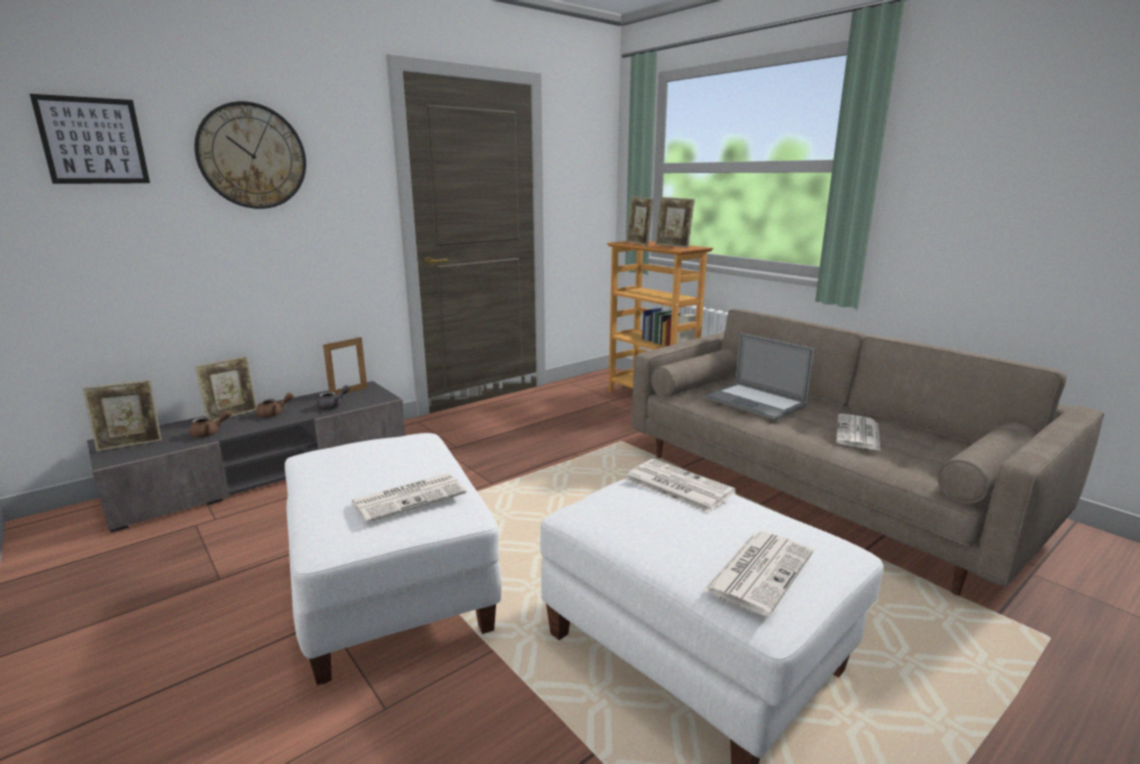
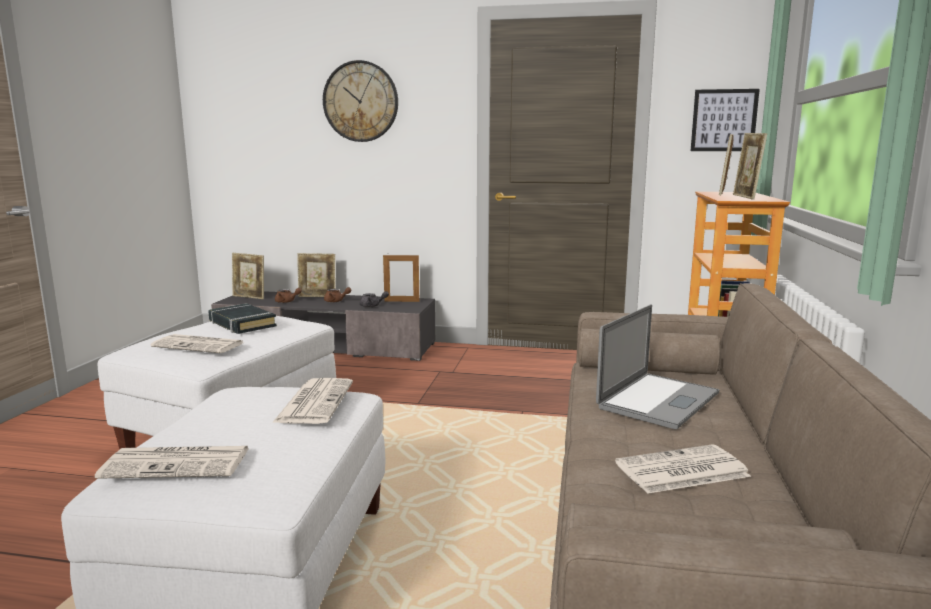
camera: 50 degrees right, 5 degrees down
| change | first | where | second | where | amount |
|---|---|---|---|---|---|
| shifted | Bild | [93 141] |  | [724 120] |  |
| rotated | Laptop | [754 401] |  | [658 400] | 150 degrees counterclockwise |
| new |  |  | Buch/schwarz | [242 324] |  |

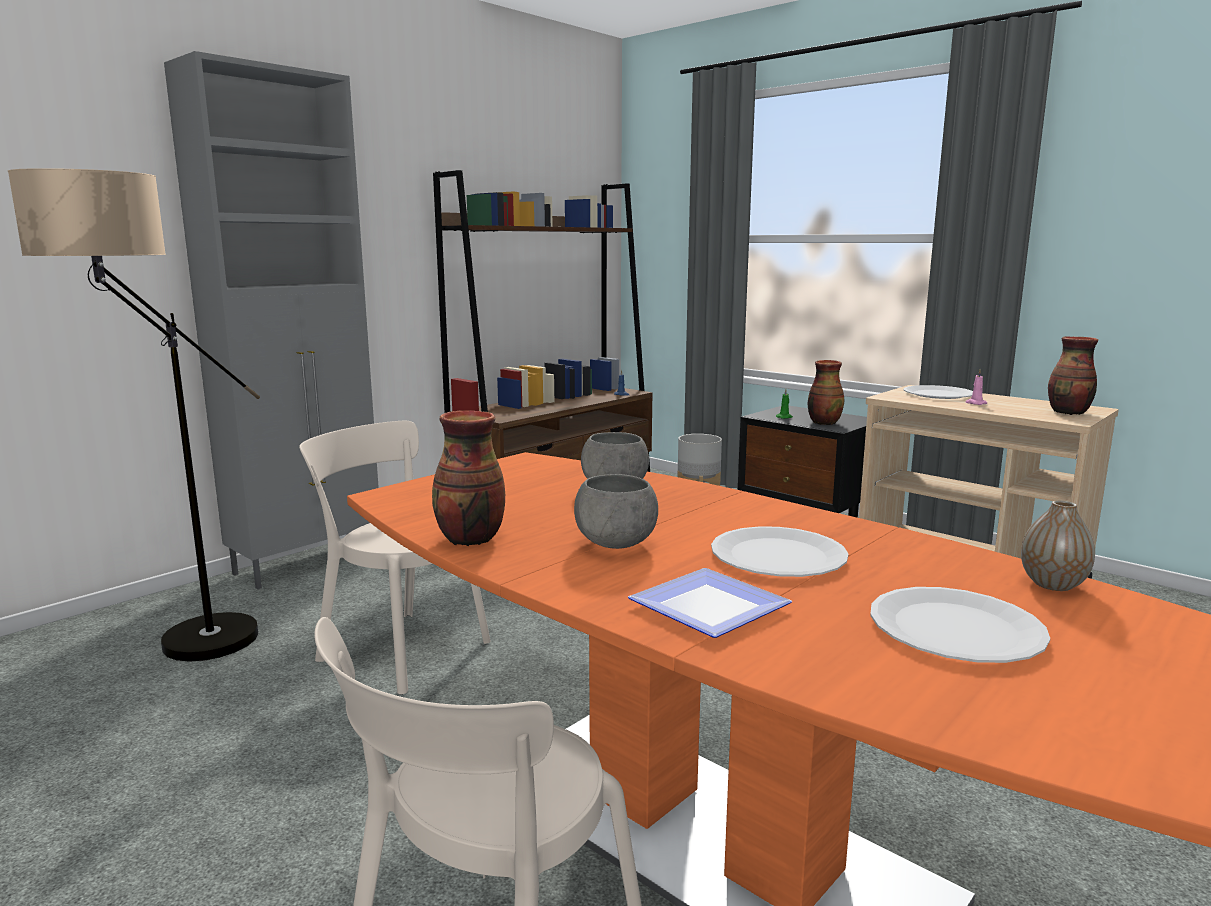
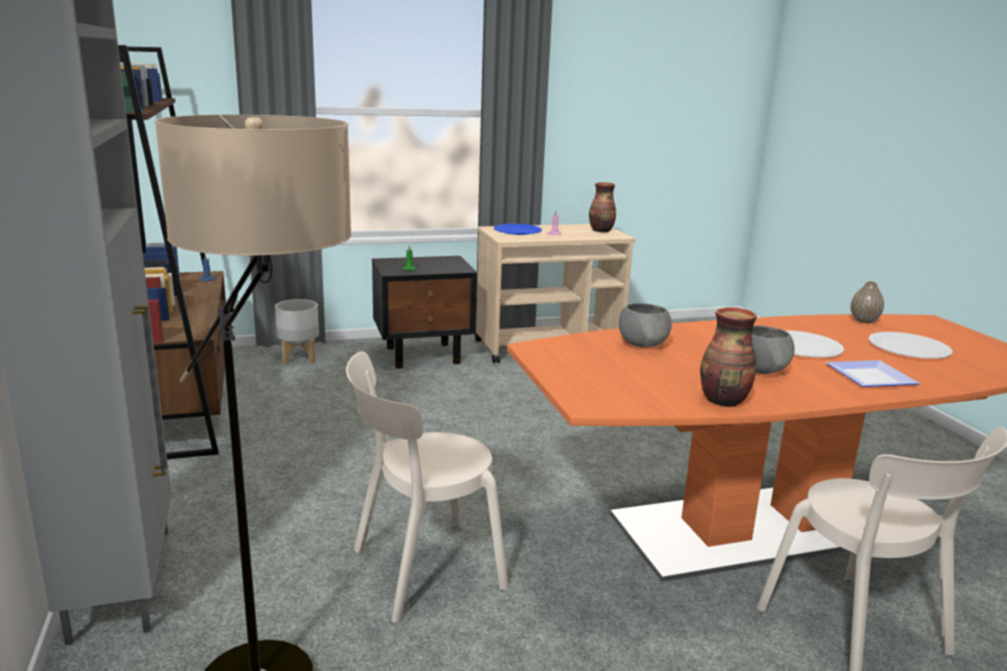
camera: 60 degrees left, 5 degrees up
| change | first | where | second | where | amount |
|---|---|---|---|---|---|
| gone | Vase | [823 423] |  |  |  |
| repainted | Teller/weiß | [938 394] | Teller/blau | [517 231] |  |

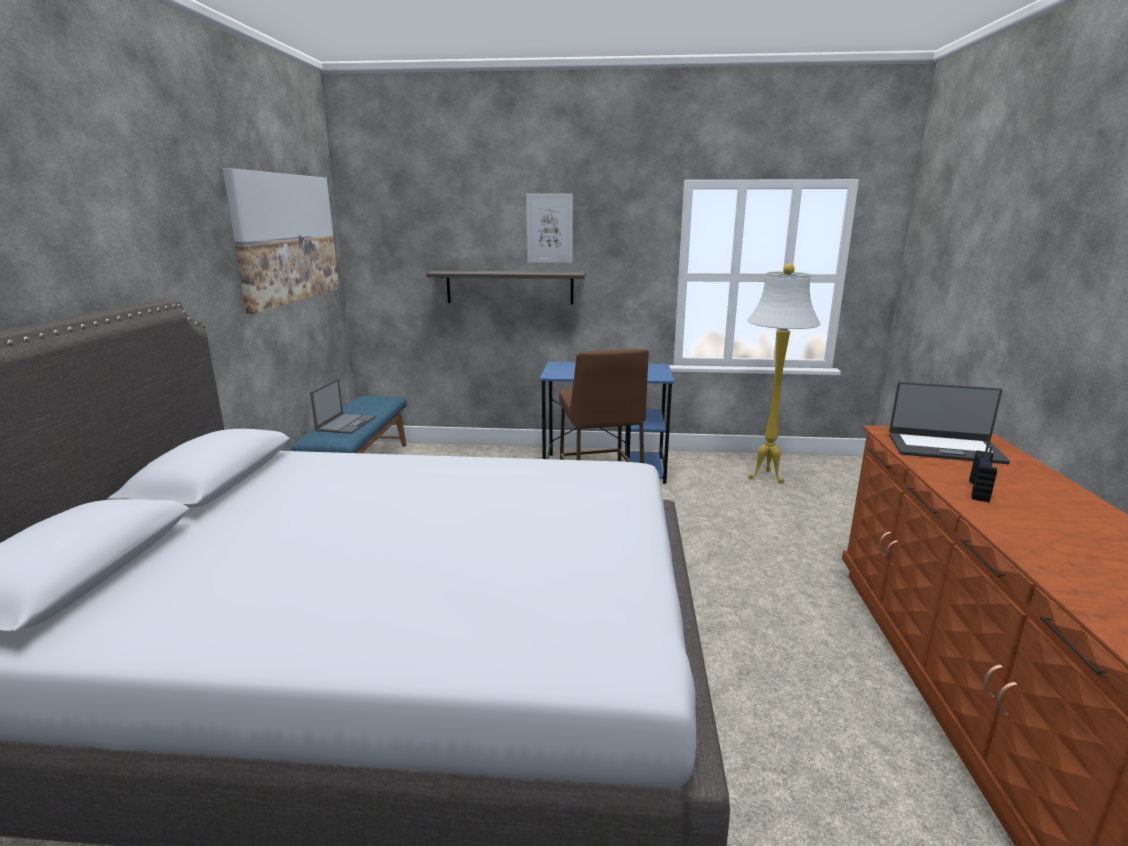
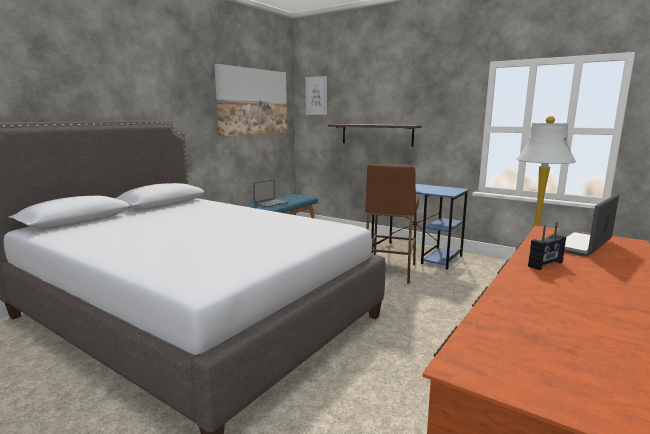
camera: 30 degrees right, 5 degrees down
| change | first | where | second | where | amount |
|---|---|---|---|---|---|
| shifted | Bild | [549 228] |  | [316 95] |  |
| rotated | Laptop | [944 448] |  | [575 243] | 90 degrees clockwise |

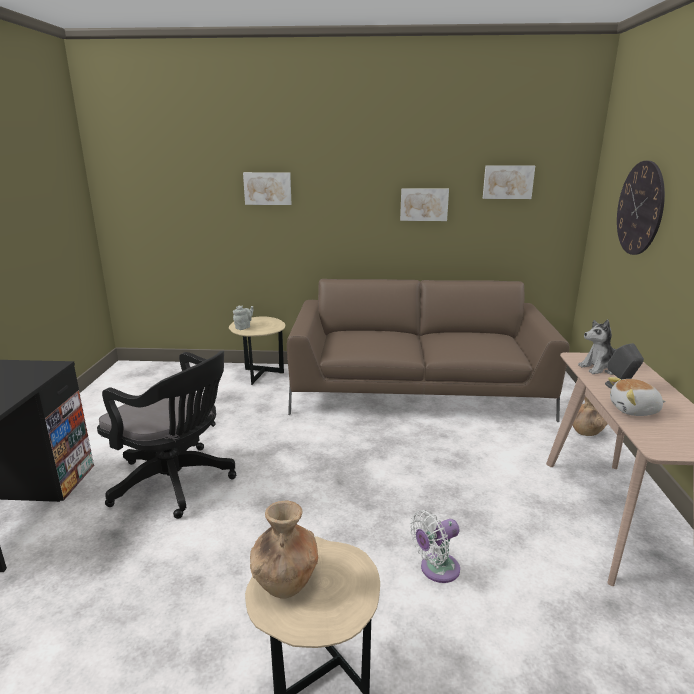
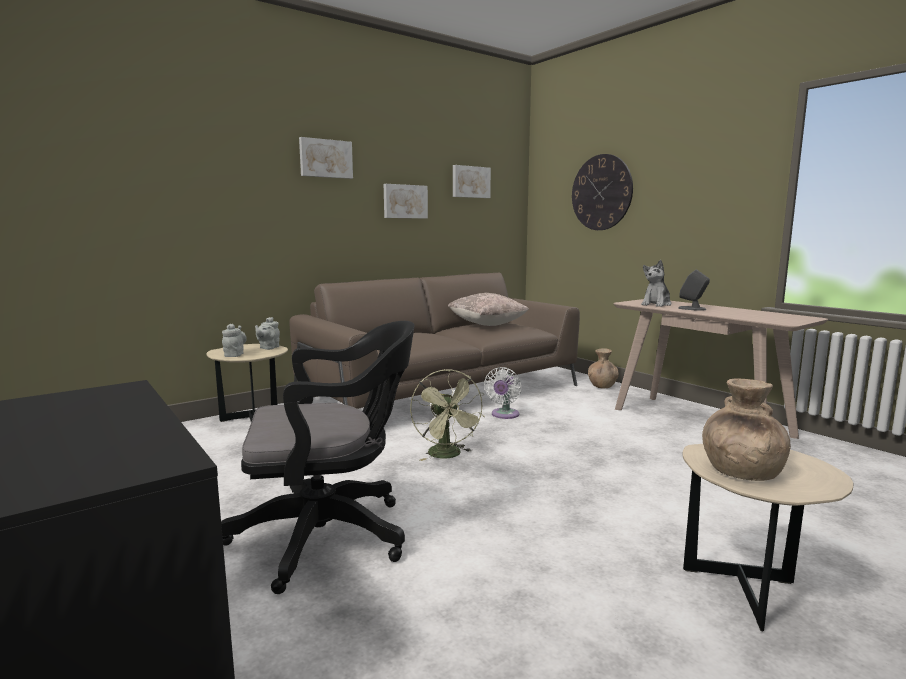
camera: 40 degrees left, 10 degrees down
| change | first | where | second | where | amount |
|---|---|---|---|---|---|
| shifted | Bild | [267 188] |  | [325 158] |  |
| gone | Plüschtier | [634 410] |  |  |  |
| shifted | Ventilator/weiß | [436 569] |  | [504 415] |  |
| new |  |  | Kissen/beige | [487 325] |  |
| new |  |  | Teekanne/grau | [268 348] |  |
| new |  |  | Ventilator/grün | [448 455] |  |

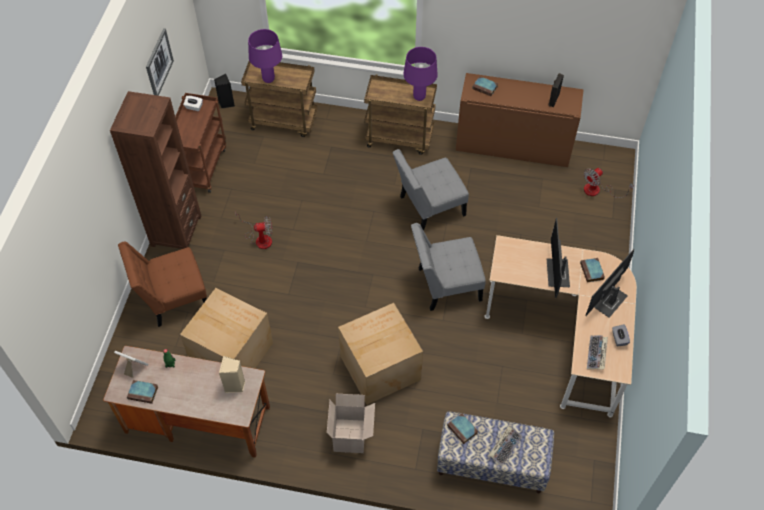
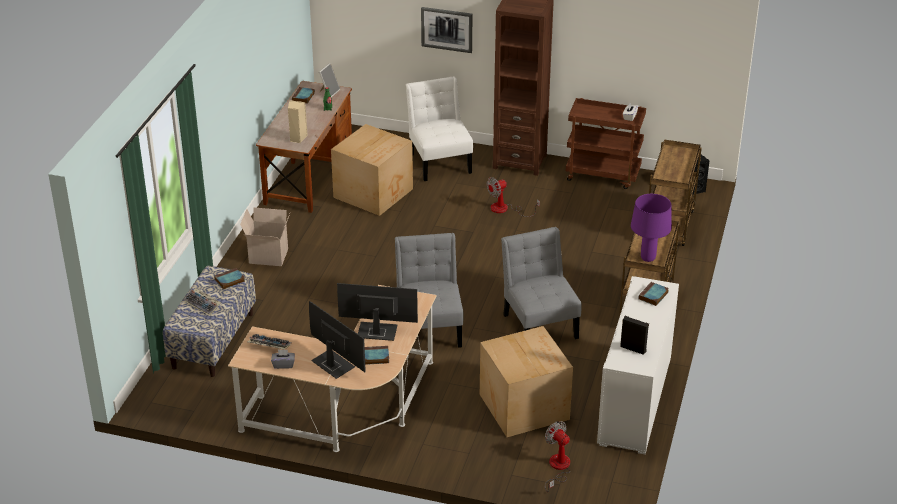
camera: 95 degrees right, 20 degrees down
| change | first | where | second | where | amount |
|---|---|---|---|---|---|
| shifted | Bild | [159 63] |  | [447 29] |  |
| gone | Tischlampe/lila | [268 79] |  |  |  |
| repainted | Schrank/braun | [513 146] | Schrank/weiß | [634 400] |  |
| rotated | Ventilator | [259 238] |  | [505 209] | 60 degrees clockwise |
| repainted | Stuhl/braun | [173 298] | Stuhl/weiß | [439 161] |  |
| shifted | Karton | [379 367] |  | [524 405] |  |

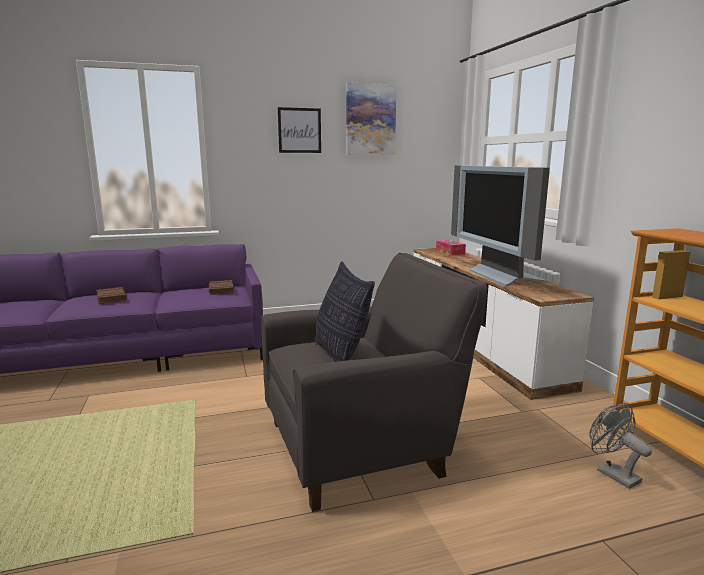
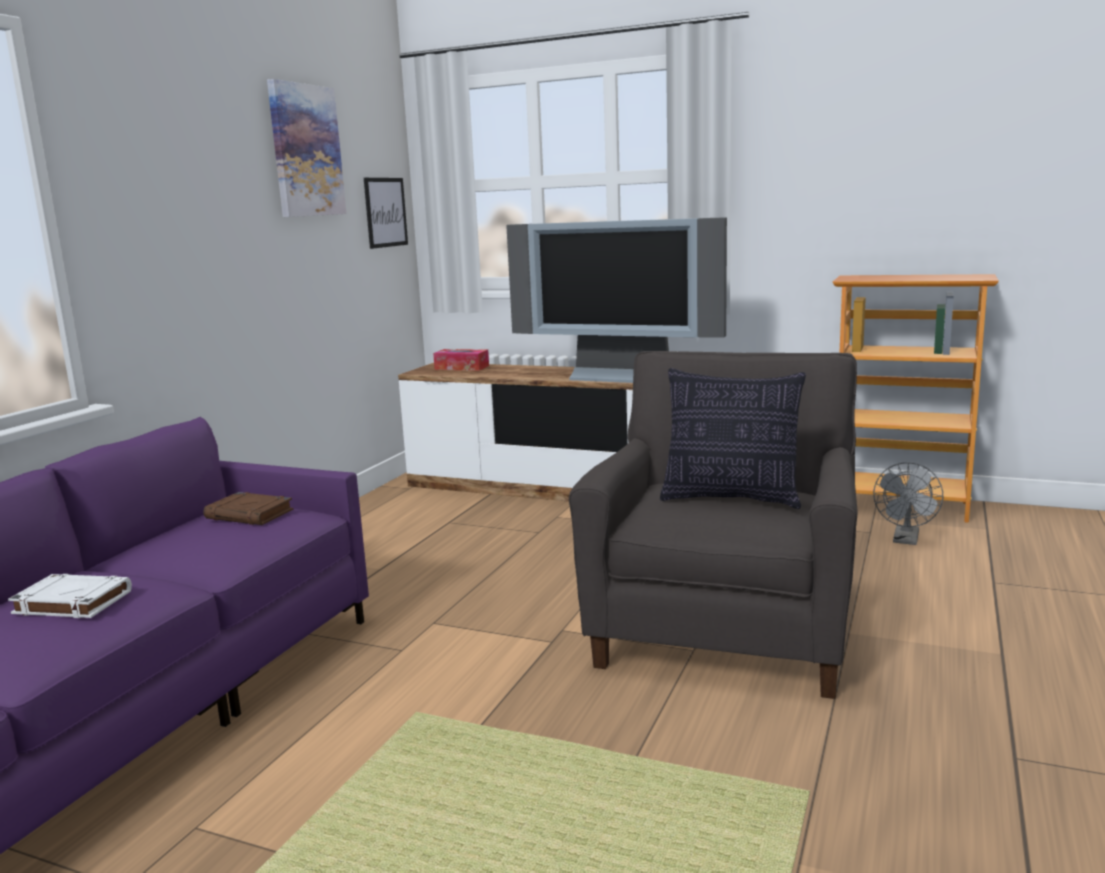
camera: 50 degrees left, 0 degrees up
| change | first | where | second | where | amount |
|---|---|---|---|---|---|
| shifted | Bild | [299 130] |  | [385 212] |  |
| repainted | Buch/braun | [111 298] | Buch/weiß | [71 603] |  |
| rotated | Ventilator/grau | [612 473] |  | [906 540] | 75 degrees counterclockwise |

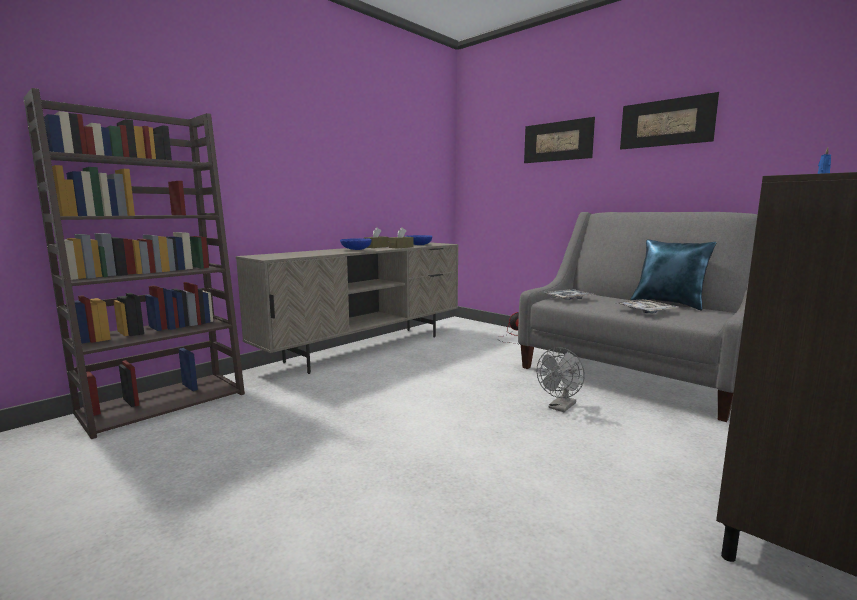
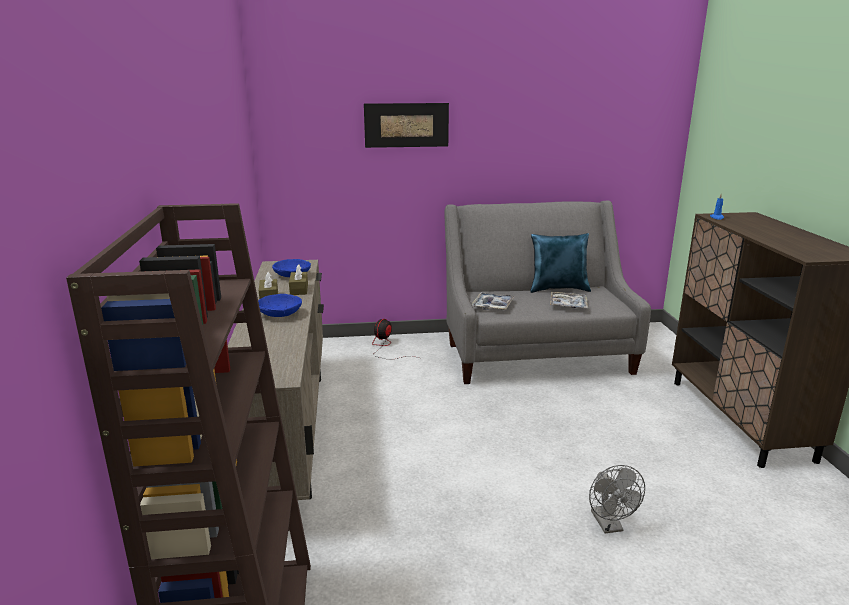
camera: 50 degrees left, 10 degrees up
| change | first | where | second | where | amount |
|---|---|---|---|---|---|
| gone | Bild | [666 122] |  |  |  |
| shifted | Ventilator/grau | [560 408] |  | [609 525] |  |

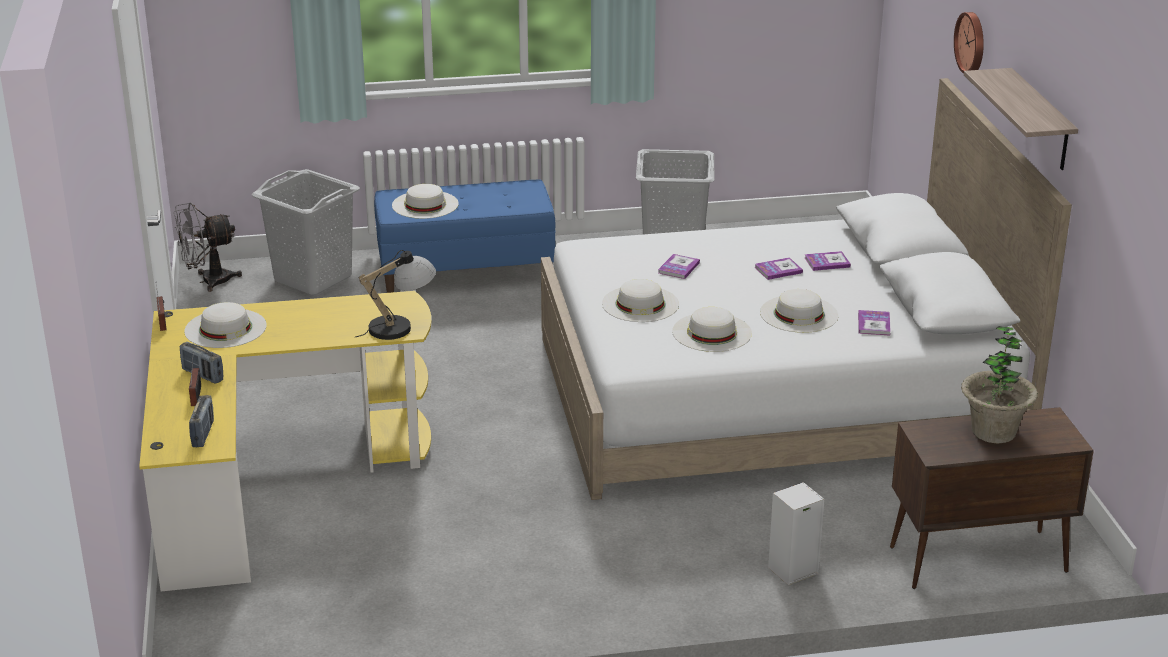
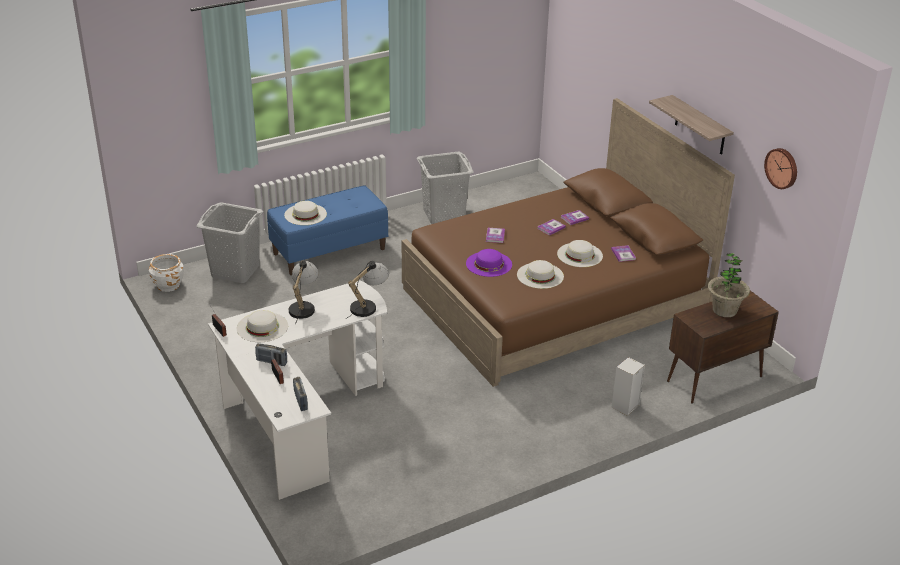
camera: 20 degrees left, 5 degrees up
| change | first | where | second | where | amount |
|---|---|---|---|---|---|
| shifted | Wanduhr | [972 42] |  | [782 168] |  |
| repainted | Bett/weiß | [774 396] | Bett/braun | [555 300] |  |
| swapped | Ventilator/grau | [208 281] | Pflanzkübel/weiß | [168 285] |  |
| repainted | Hut/weiß | [640 304] | Hut/lila | [489 264] |  |
| repainted | Schreibtisch/gelb | [270 481] | Schreibtisch/weiß | [298 414] |  |
| new |  |  | Tischlampe | [303 306] |  |

